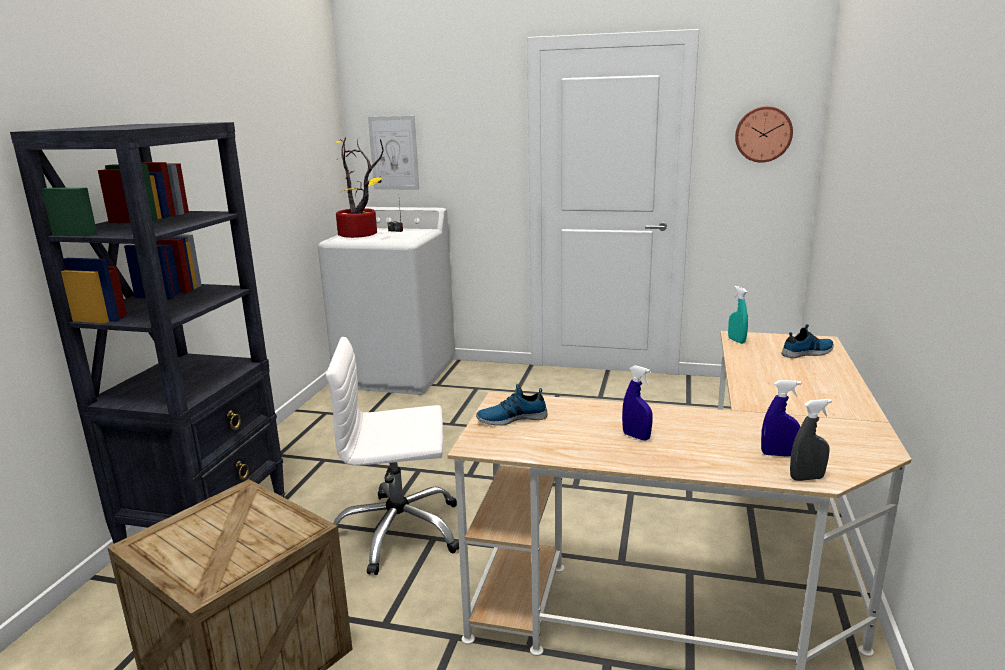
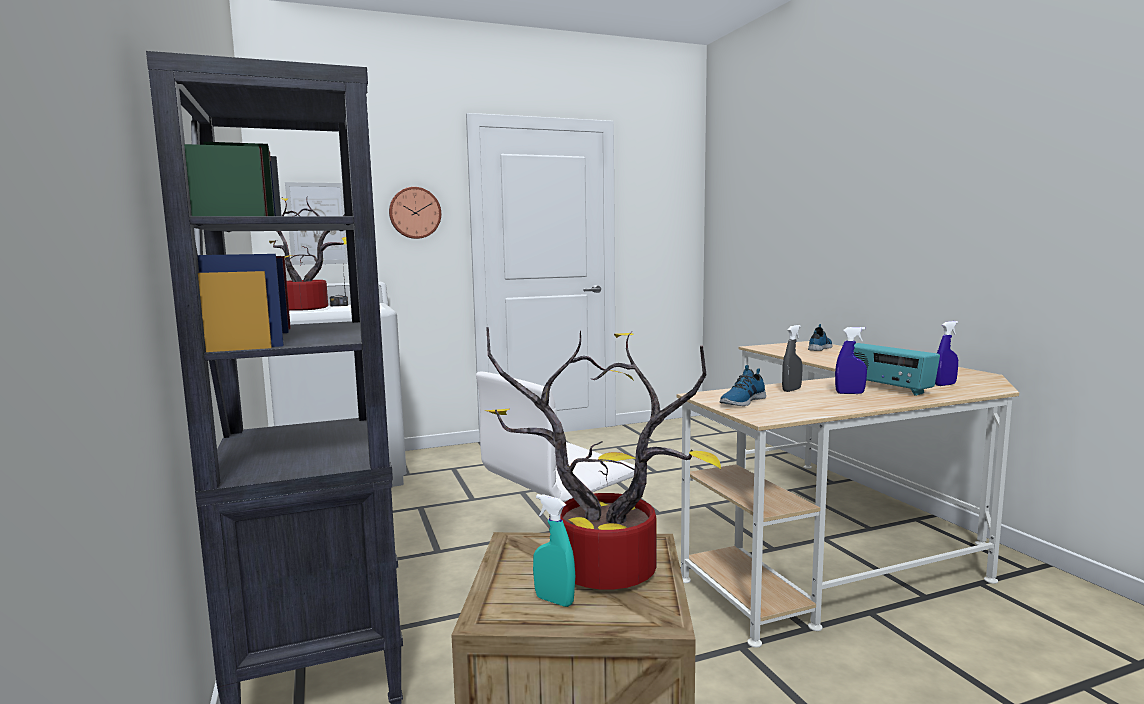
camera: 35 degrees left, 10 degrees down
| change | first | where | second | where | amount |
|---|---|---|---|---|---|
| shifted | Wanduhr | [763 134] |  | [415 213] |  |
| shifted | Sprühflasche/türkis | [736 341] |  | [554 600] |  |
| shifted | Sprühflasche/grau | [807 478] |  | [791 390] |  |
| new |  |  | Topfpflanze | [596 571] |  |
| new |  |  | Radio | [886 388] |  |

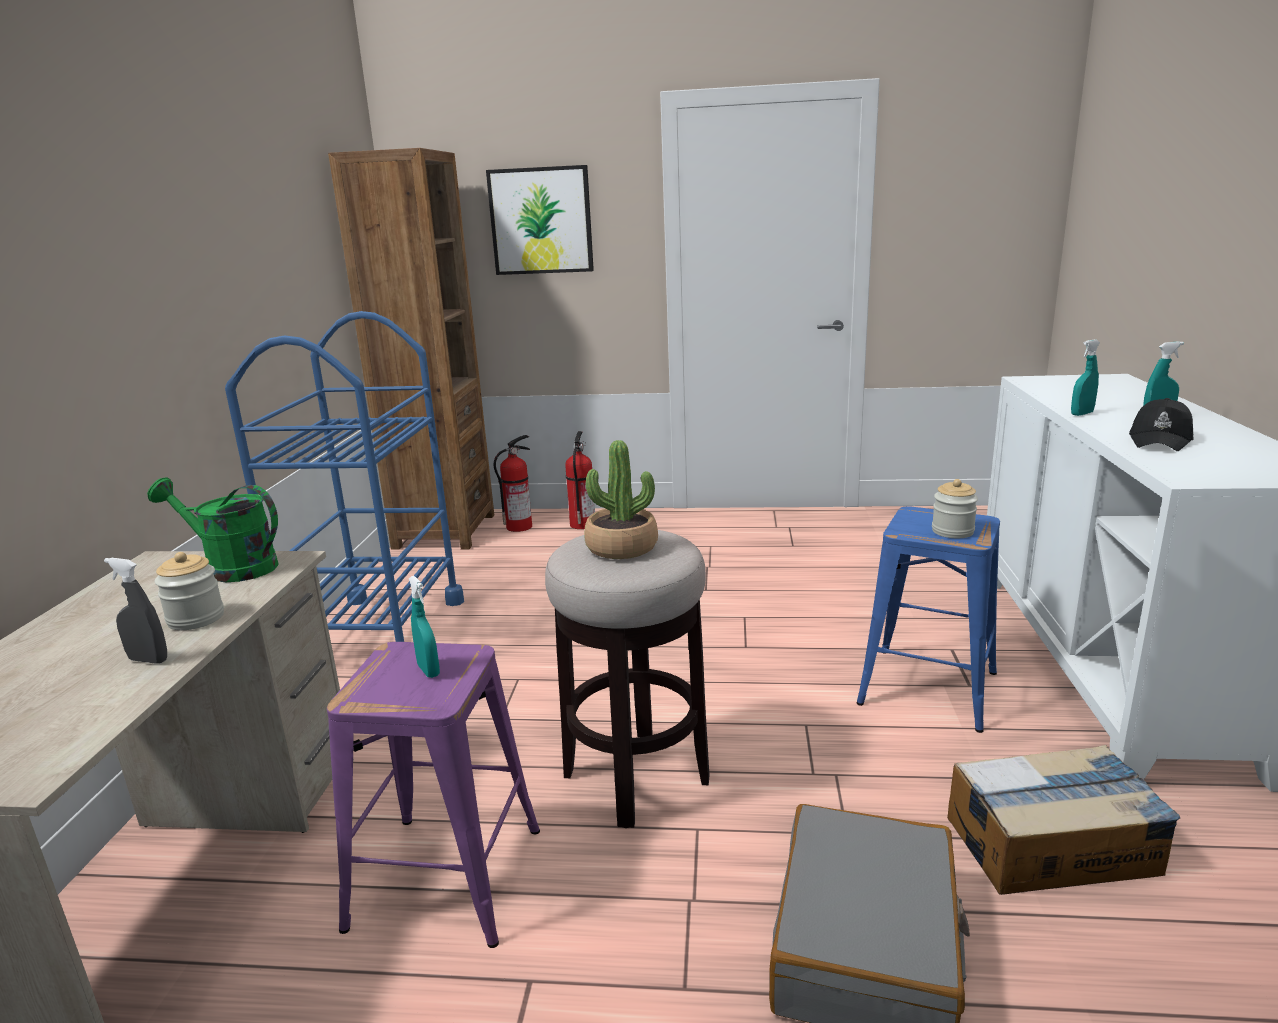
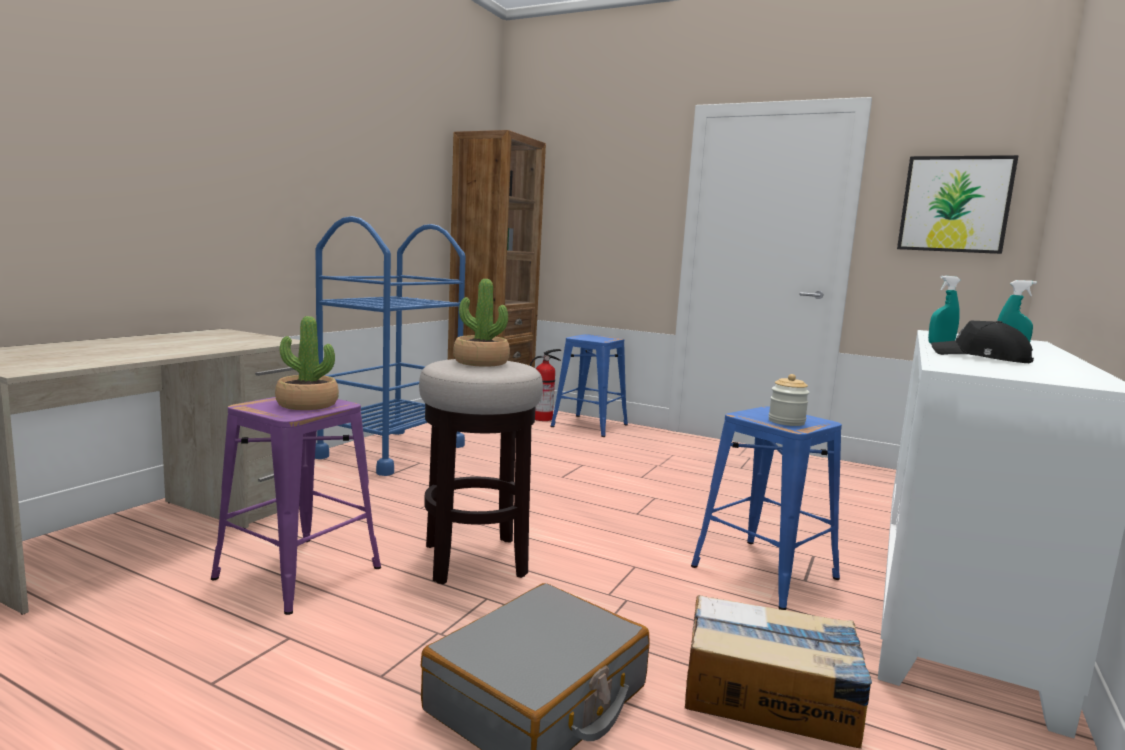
camera: 20 degrees right, 10 degrees down
| change | first | where | second | where | amount |
|---|---|---|---|---|---|
| shifted | Bild | [541 221] |  | [954 204] |  |
| rotated | Kappe/schwarz | [1161 440] |  | [981 358] | 75 degrees clockwise |
| swapped | Feuerlöscher | [582 524] | Hocker/blau | [589 425] |  |
| gone | Gießkanne/grün | [231 567] |  |  |  |
| gone | Vorratsglas | [196 618] |  |  |  |
| gone | Sprühflasche/grau | [148 660] |  |  |  |
| swapped | Sprühflasche/türkis | [428 670] | Topfpflanze | [307 404] |  |

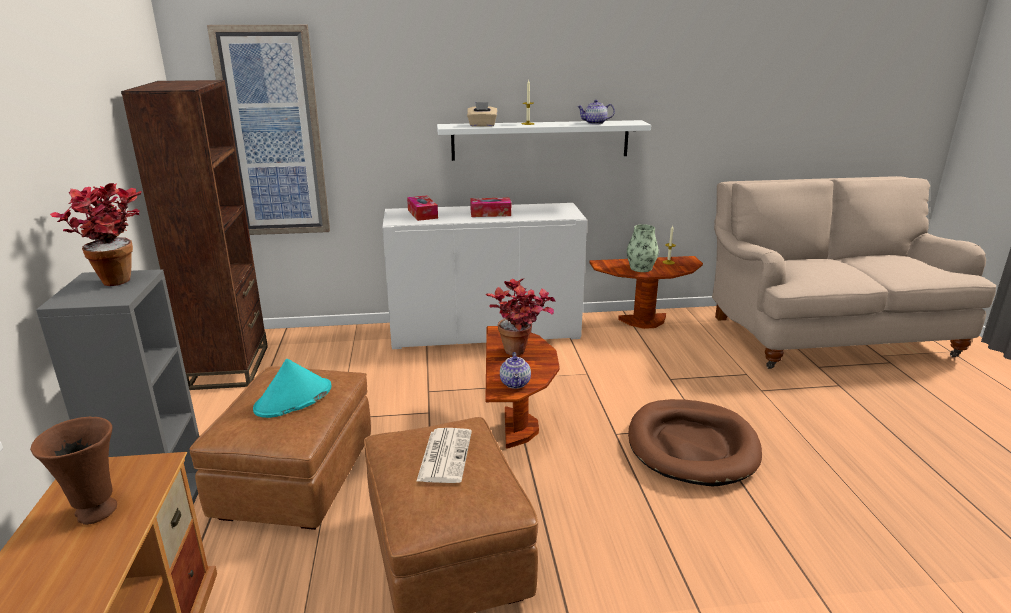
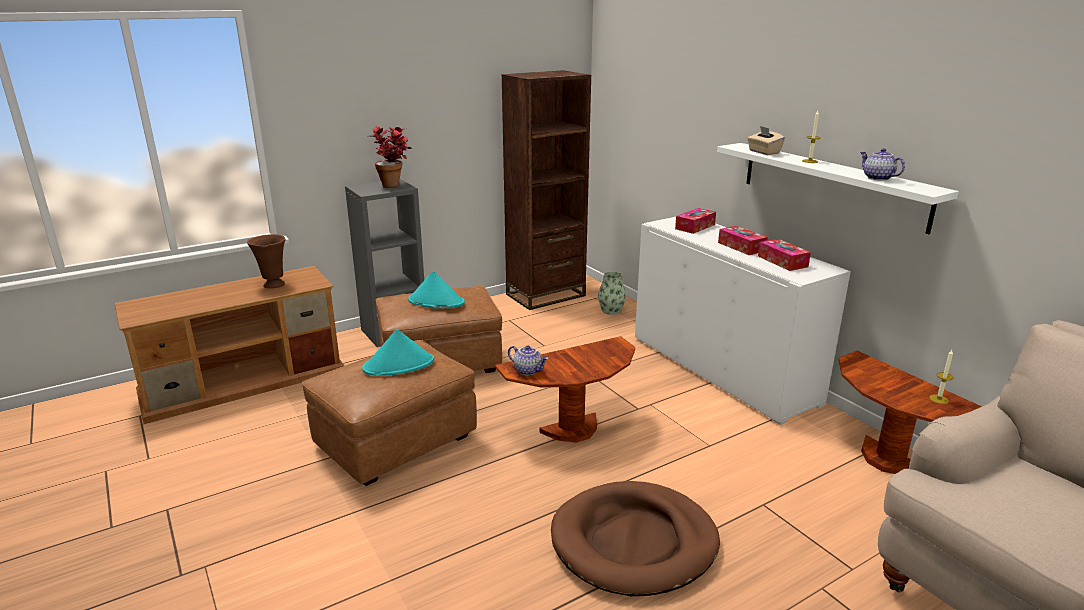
camera: 65 degrees right, 0 degrees up
| change | first | where | second | where | amount |
|---|---|---|---|---|---|
| gone | Bild | [273 134] |  |  |  |
| shifted | Vase | [641 268] |  | [611 310] |  |
| gone | Topfpflanze | [521 354] |  |  |  |
| rotated | Teekanne | [516 383] |  | [528 370] | 120 degrees counterclockwise |
| swapped | Zeitung | [444 455] | Hut/türkis | [399 365] |  |
| new |  |  | Taschentuchbox | [782 261] |  |

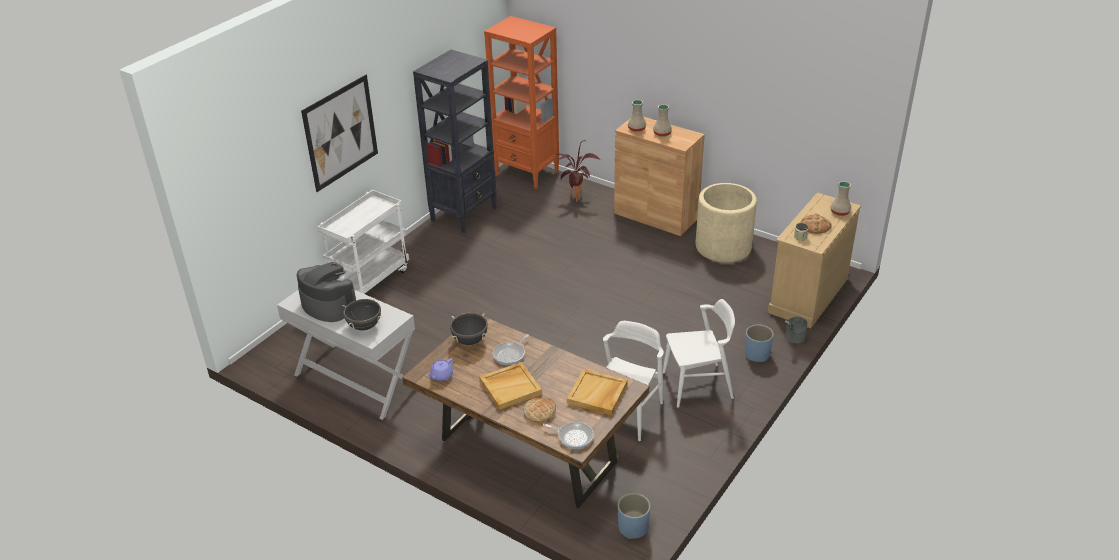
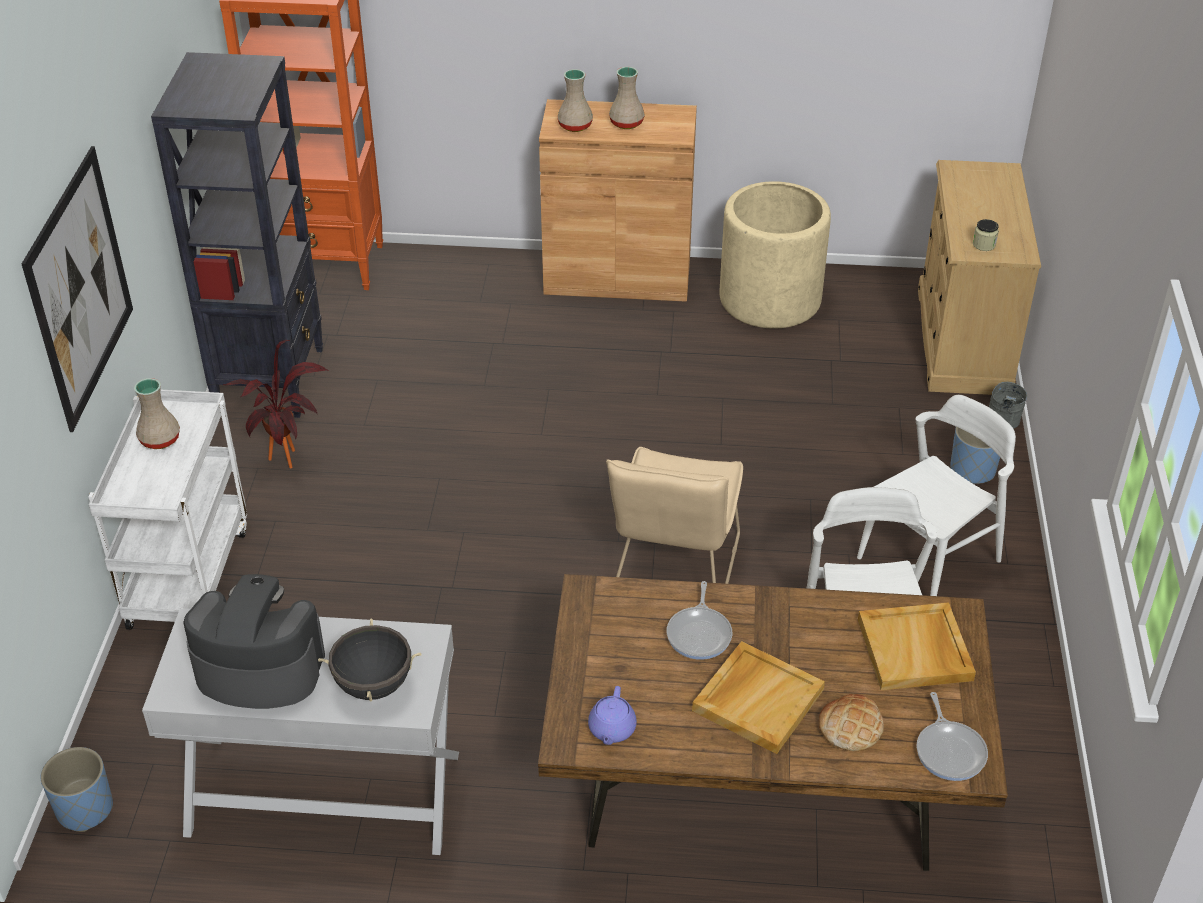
camera: 30 degrees left, 5 degrees up
| change | first | where | second | where | amount |
|---|---|---|---|---|---|
| shifted | Topfpflanze | [577 200] |  | [290 463] |  |
| shifted | Vase/beige | [839 212] |  | [159 439] |  |
| gone | Brot | [815 226] |  |  |  |
| gone | Kochtopf/schwarz | [470 340] |  |  |  |
| rotated | Pfanne | [573 436] |  | [950 751] | 90 degrees clockwise |
| shifted | Pflanzkübel/blau | [633 528] |  | [85 809] |  |
| new |  |  | Stuhl/beige | [672 576] |  |

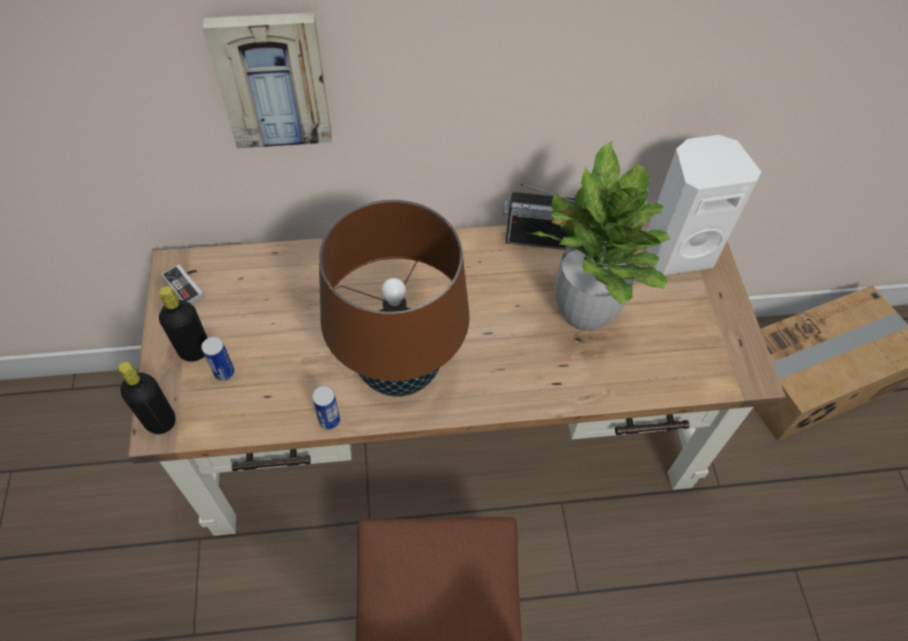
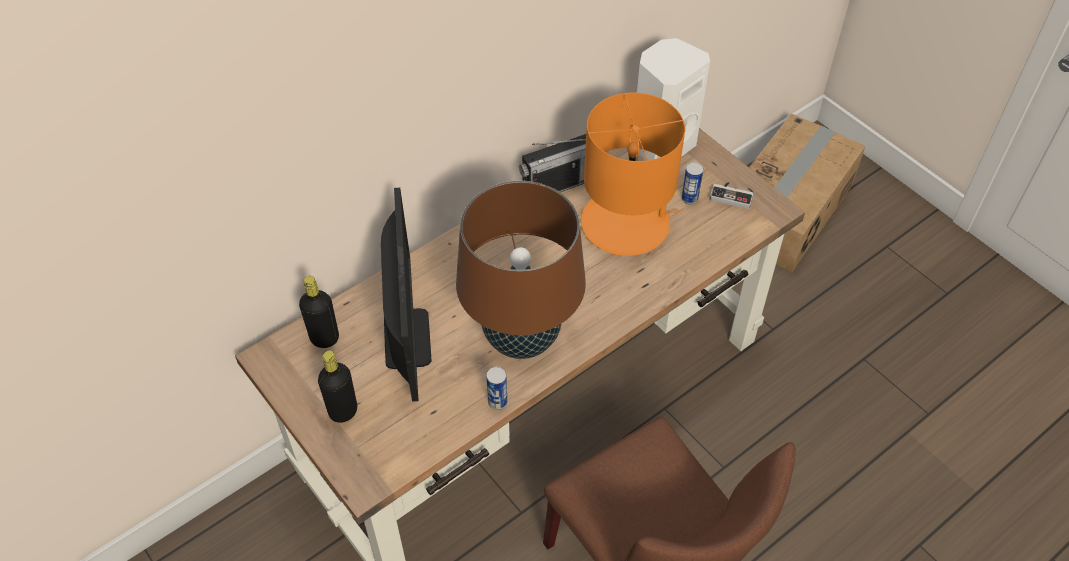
camera: 30 degrees left, 5 degrees down
| change | first | where | second | where | amount |
|---|---|---|---|---|---|
| gone | Bild | [273 80] |  |  |  |
| swapped | Topfpflanze | [584 311] | Tischlampe/orange | [626 223] |  |
| shifted | Gamepad | [188 285] |  | [731 195] |  |
| shifted | Dose | [224 372] |  | [689 198] |  |
| shifted | Flasche/schwarz | [160 421] |  | [324 338] |  |
| new |  |  | Monitor | [407 338] |  |

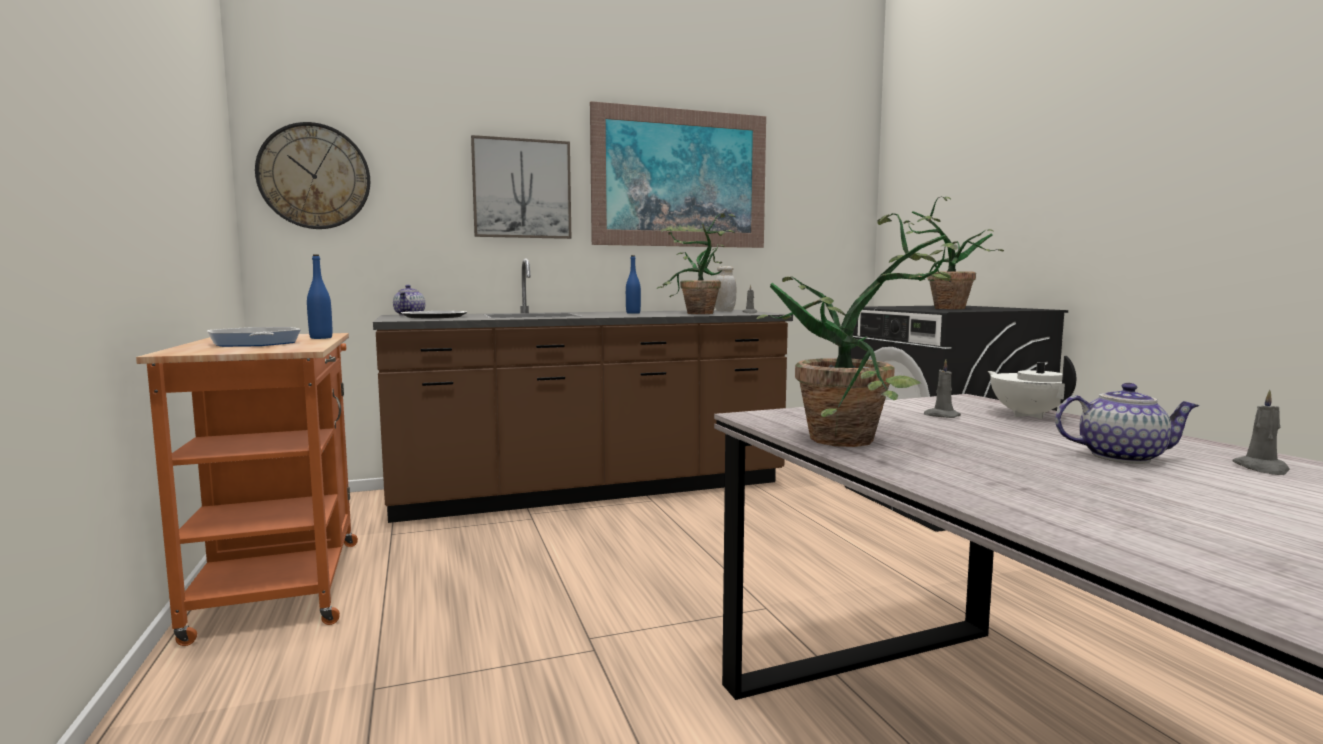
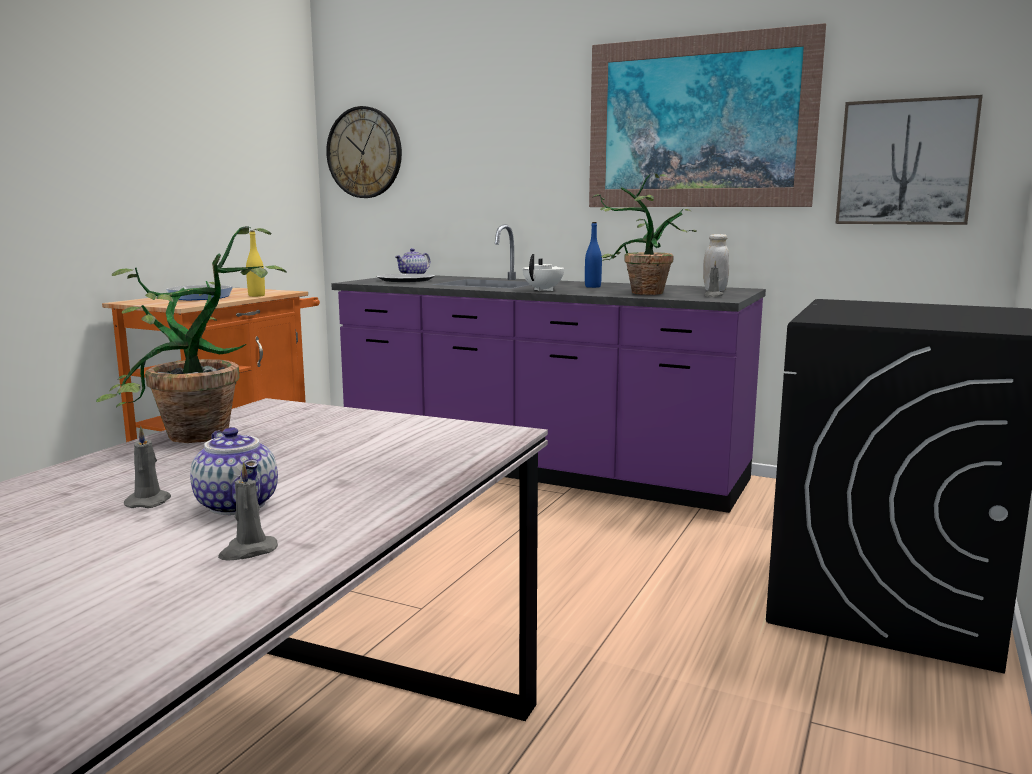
camera: 45 degrees right, 5 degrees up
| change | first | where | second | where | amount |
|---|---|---|---|---|---|
| shifted | Bild | [522 189] |  | [905 162] |  |
| gone | Topfpflanze | [940 308] |  |  |  |
| repainted | Flasche/blau | [321 338] | Flasche/gelb | [256 295] |  |
| repainted | Küchenzeile/braun | [590 489] | Küchenzeile/lila | [539 468] |  |
| shifted | Teekanne/weiß | [1027 415] |  | [543 290] |  |
| shifted | Kerze/grau | [941 416] |  | [149 502] |  |

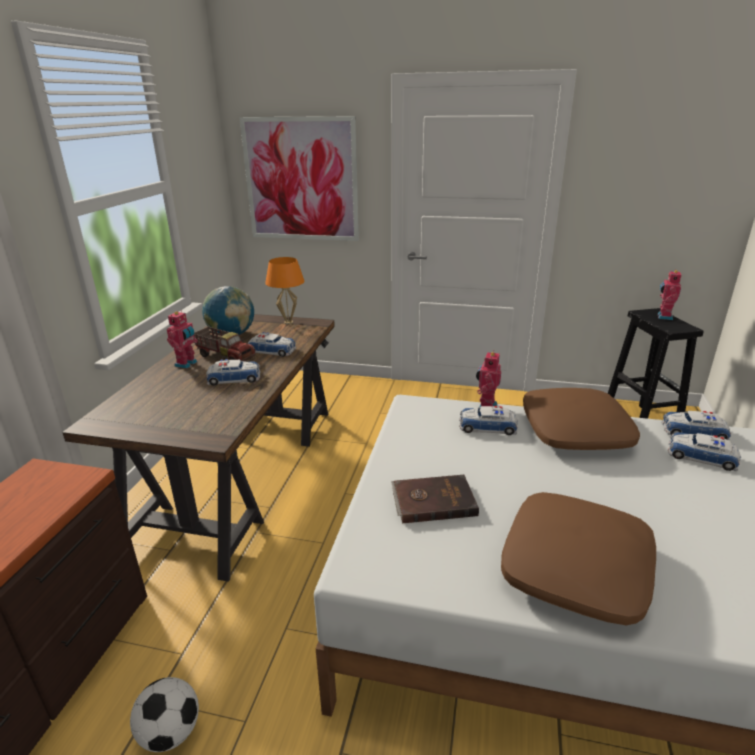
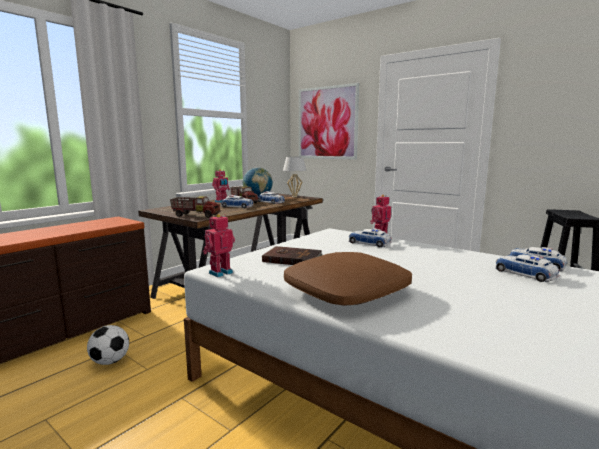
camera: 25 degrees right, 15 degrees down
| change | first | where | second | where | amount |
|---|---|---|---|---|---|
| repainted | Tischlampe/orange | [288 322] | Tischlampe/weiß | [294 196] |  |
| shifted | Spielzeugroboter | [663 316] |  | [220 272] |  |
| gone | Kissen/braun | [576 430] |  |  |  |
| new |  |  | Spielzeuglaster | [196 215] |  |

